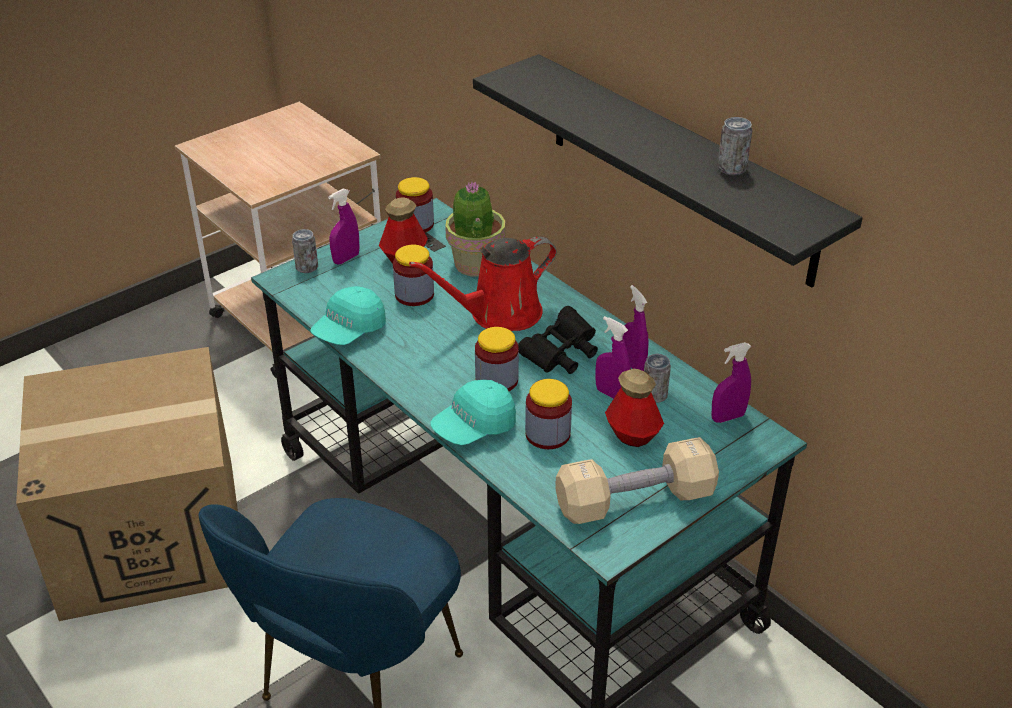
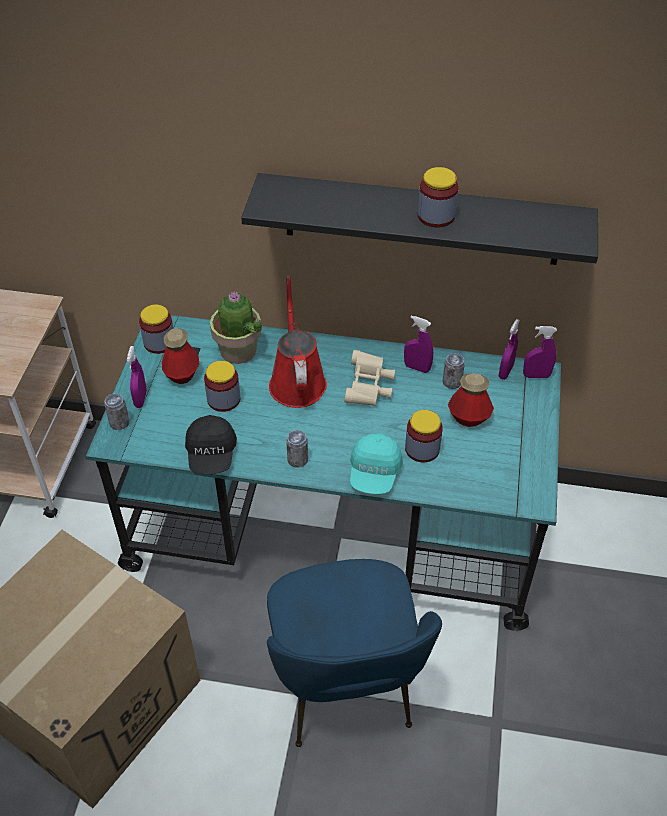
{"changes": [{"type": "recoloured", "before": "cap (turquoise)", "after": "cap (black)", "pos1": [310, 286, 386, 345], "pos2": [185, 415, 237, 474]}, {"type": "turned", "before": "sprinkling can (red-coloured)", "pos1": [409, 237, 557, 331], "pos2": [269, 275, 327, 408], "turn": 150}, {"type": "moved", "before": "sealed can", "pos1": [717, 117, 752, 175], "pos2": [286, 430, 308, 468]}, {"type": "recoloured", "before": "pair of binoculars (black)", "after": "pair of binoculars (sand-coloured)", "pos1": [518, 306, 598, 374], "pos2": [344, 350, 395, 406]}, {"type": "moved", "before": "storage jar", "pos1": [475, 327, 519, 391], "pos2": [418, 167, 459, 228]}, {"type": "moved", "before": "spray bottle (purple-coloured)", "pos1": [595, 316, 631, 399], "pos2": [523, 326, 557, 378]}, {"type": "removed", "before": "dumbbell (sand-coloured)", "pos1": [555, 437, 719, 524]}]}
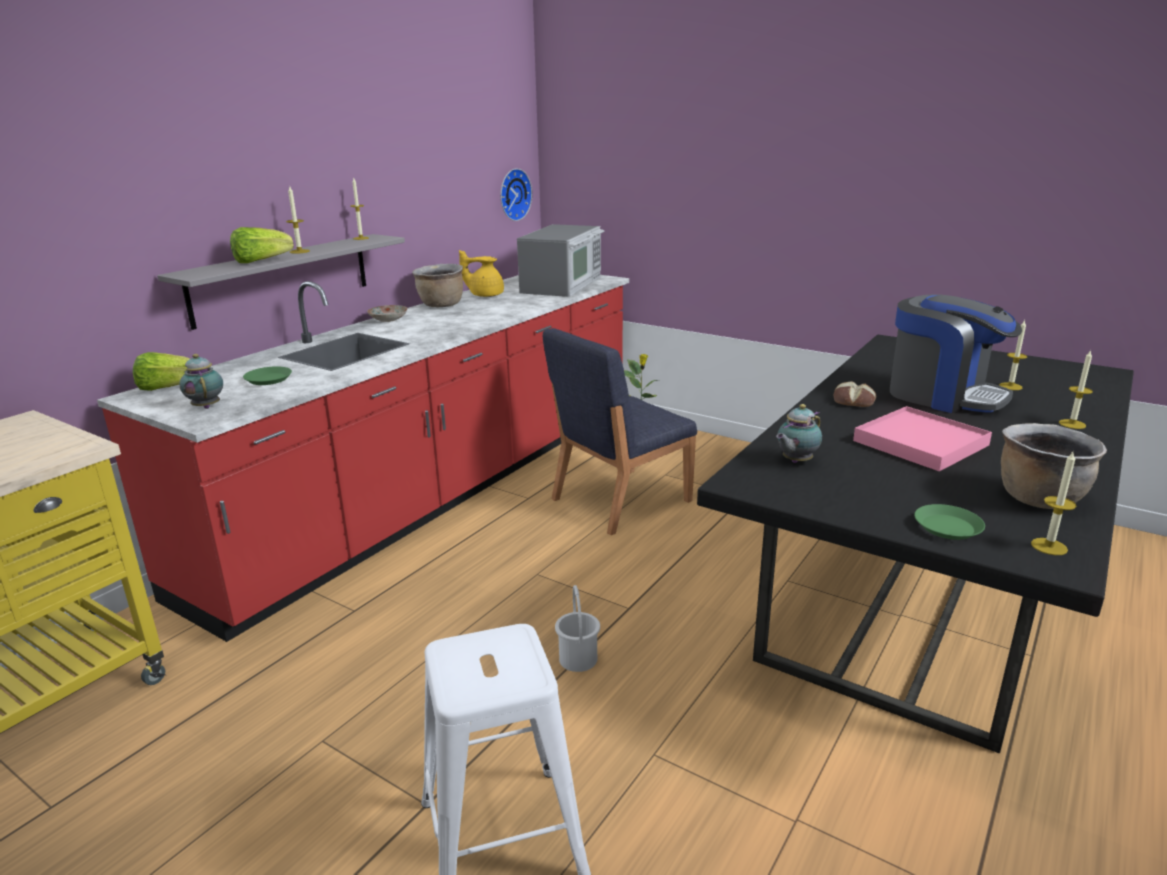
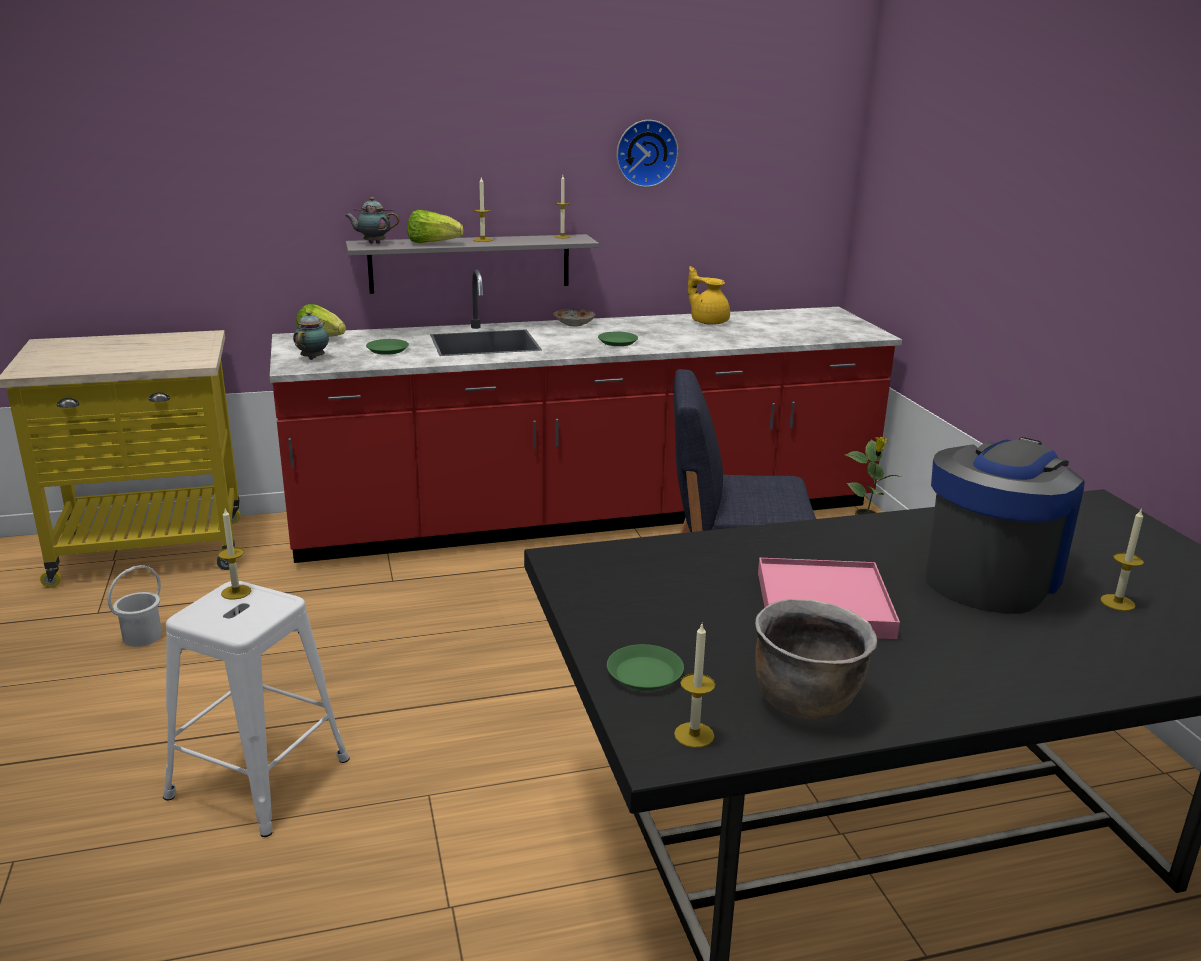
{"changes": [{"type": "moved", "before": "water bucket (white)", "pos1": [555, 585, 600, 672], "pos2": [107, 565, 162, 647]}, {"type": "moved", "before": "wax light", "pos1": [1059, 350, 1093, 429], "pos2": [218, 509, 251, 600]}, {"type": "moved", "before": "pot for tea", "pos1": [776, 404, 822, 463], "pos2": [345, 197, 399, 244]}, {"type": "added", "after": "flat dish (green-coloured)", "pos2": [598, 332, 638, 346]}, {"type": "moved", "before": "wall clock", "pos1": [500, 168, 532, 221], "pos2": [616, 120, 678, 187]}, {"type": "turned", "before": "coffee maker", "pos1": [890, 294, 1022, 413], "pos2": [925, 437, 1085, 614], "turn": -135}, {"type": "removed", "before": "stockpot (brownish)", "pos1": [412, 264, 463, 307]}, {"type": "removed", "before": "microwave oven", "pos1": [517, 224, 604, 297]}, {"type": "removed", "before": "bakery bread", "pos1": [834, 381, 876, 407]}]}
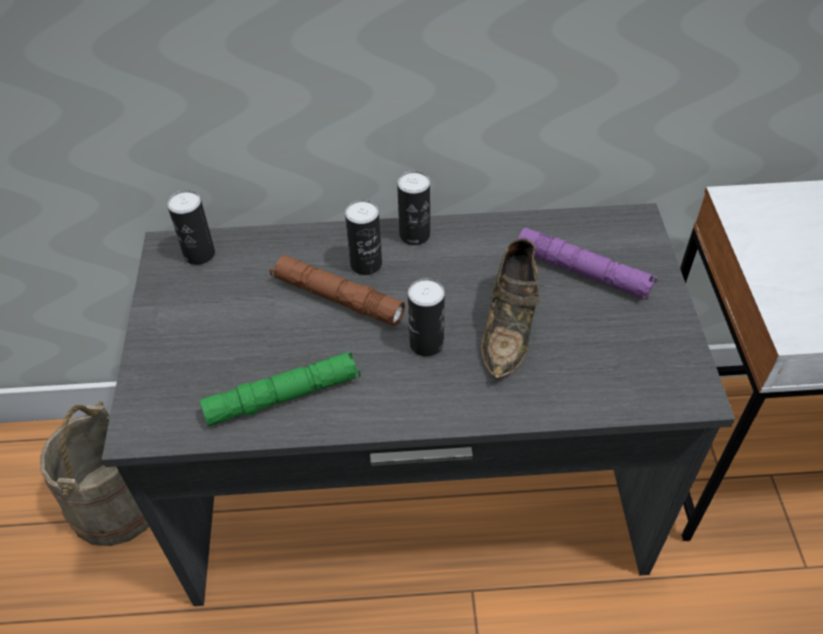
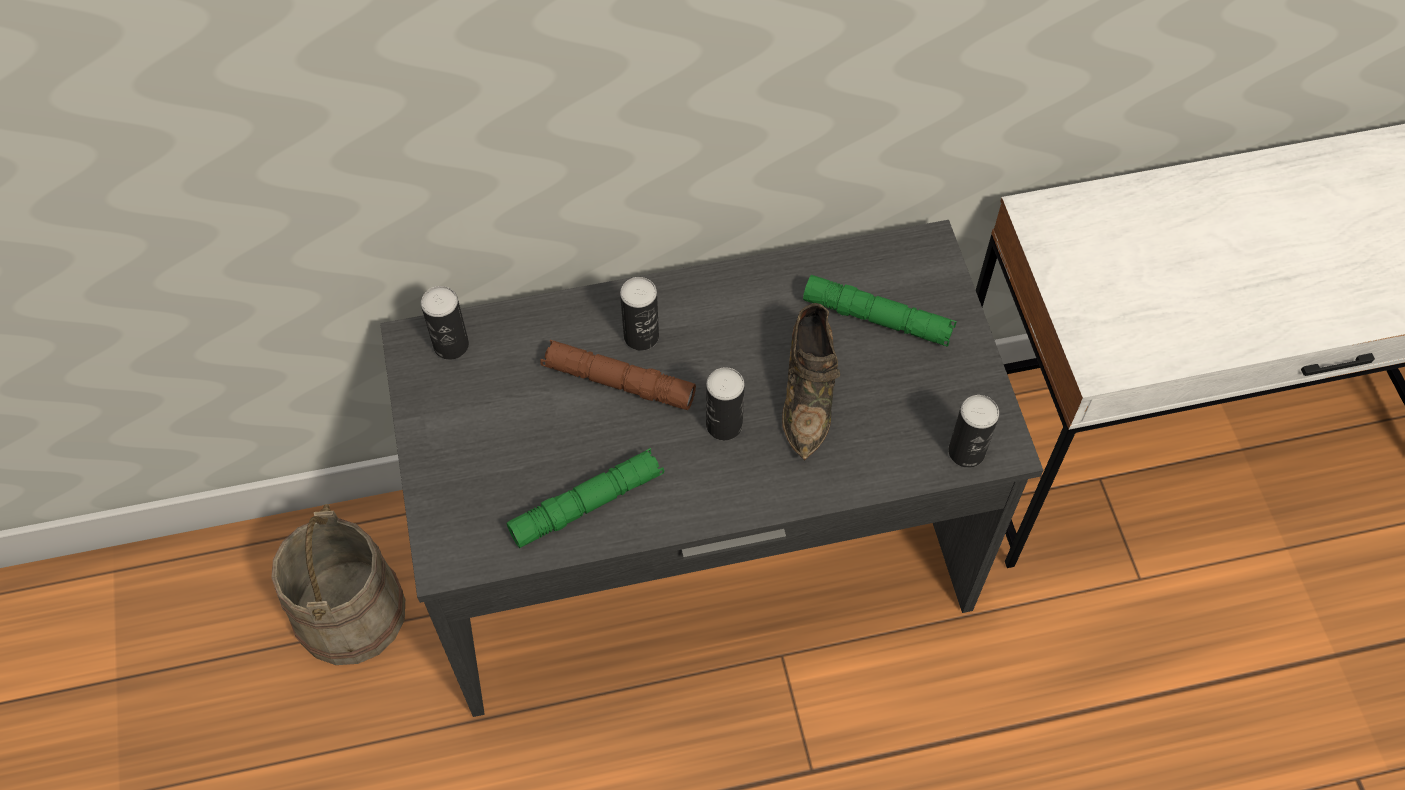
{"changes": [{"type": "recoloured", "before": "flashlight (purple-coloured)", "after": "flashlight (green-coloured)", "pos1": [518, 228, 657, 300], "pos2": [803, 275, 957, 347]}, {"type": "moved", "before": "sealed can", "pos1": [397, 171, 430, 245], "pos2": [948, 395, 999, 468]}]}
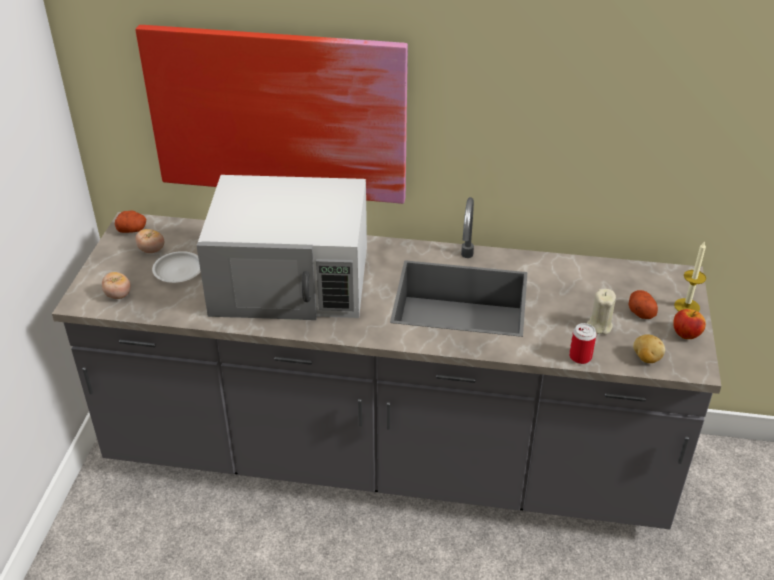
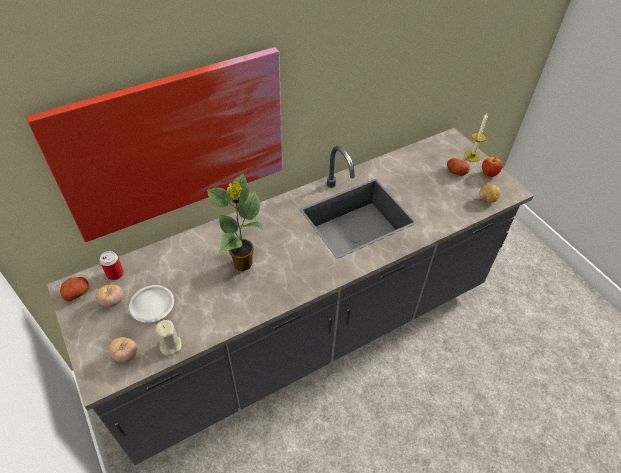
{"changes": [{"type": "moved", "before": "sealed can", "pos1": [569, 323, 596, 364], "pos2": [99, 251, 124, 280]}, {"type": "moved", "before": "wax light (sand-coloured)", "pos1": [587, 289, 616, 334], "pos2": [156, 320, 182, 356]}, {"type": "replaced", "before": "microwave oven (white)", "after": "potted plant", "pos1": [196, 175, 367, 320], "pos2": [207, 173, 264, 271]}]}
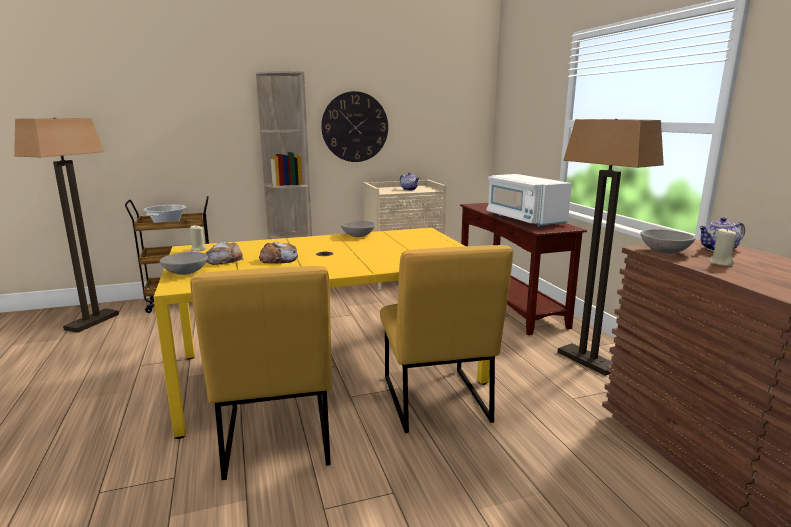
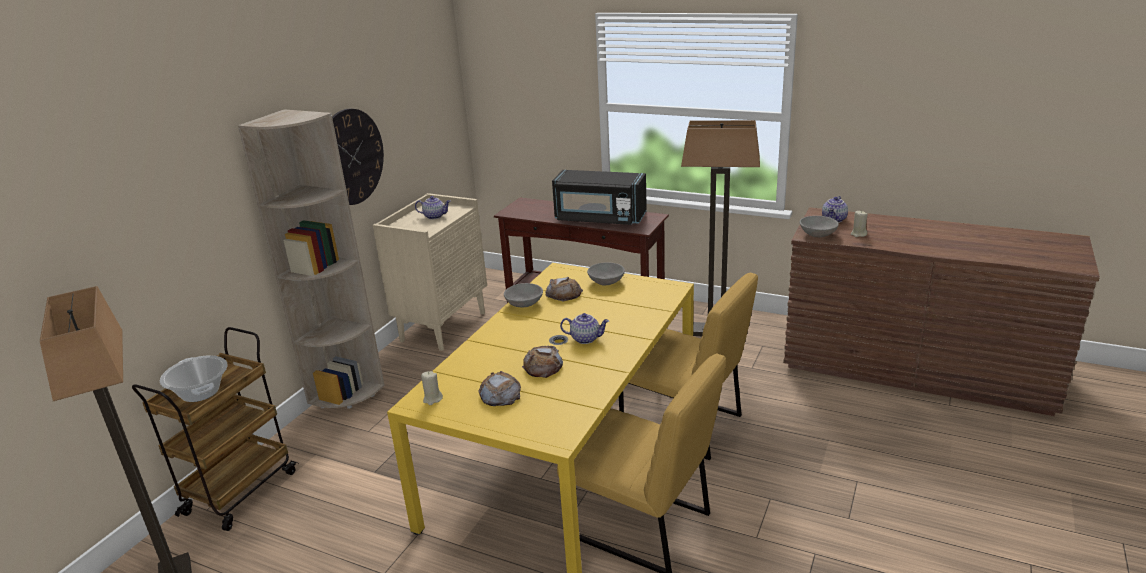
{"changes": [{"type": "added", "after": "bakery bread", "pos2": [545, 277, 583, 302]}, {"type": "recoloured", "before": "microwave oven (white)", "after": "microwave oven (black)", "pos1": [486, 174, 572, 227], "pos2": [552, 170, 647, 225]}, {"type": "added", "after": "pot for tea", "pos2": [560, 313, 609, 344]}, {"type": "moved", "before": "deep dish (gray)", "pos1": [160, 252, 208, 275], "pos2": [587, 262, 625, 285]}]}
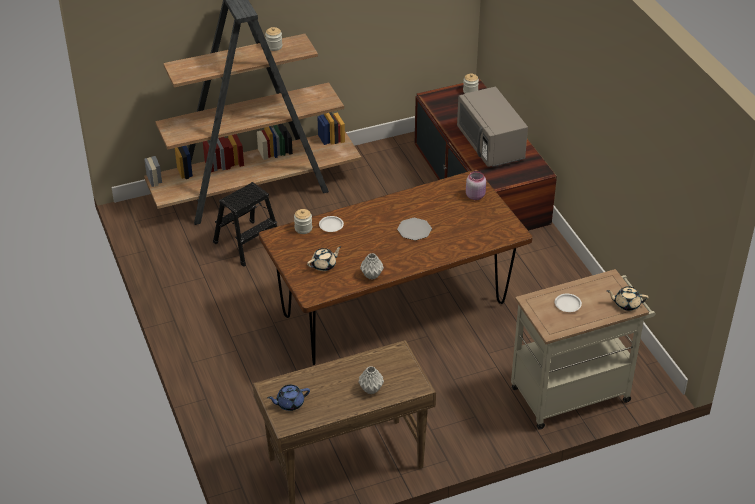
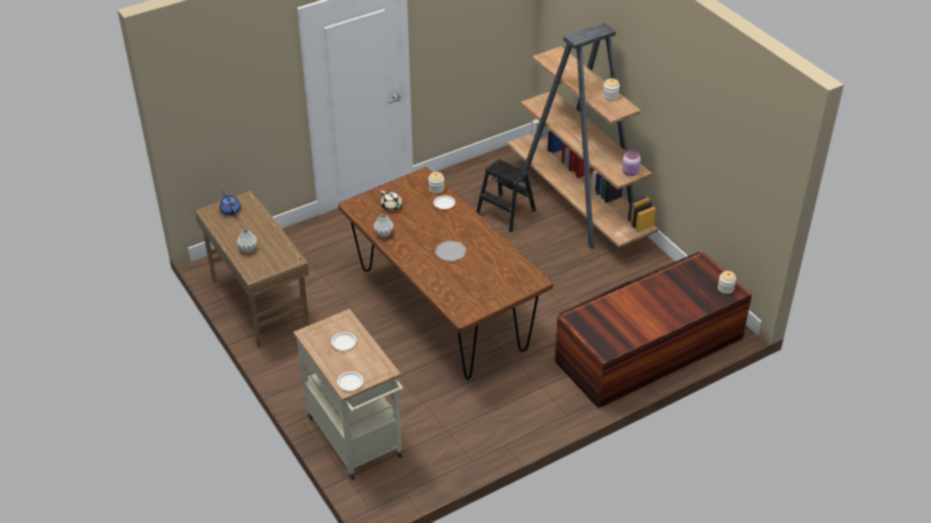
{"changes": [{"type": "replaced", "before": "pot for tea (sand-coloured)", "after": "flat dish (white)", "pos1": [607, 286, 649, 311], "pos2": [337, 372, 363, 391]}, {"type": "moved", "before": "storage jar (pinkish)", "pos1": [466, 171, 486, 200], "pos2": [622, 150, 641, 176]}, {"type": "removed", "before": "microwave oven (gray)", "pos1": [457, 87, 528, 167]}]}
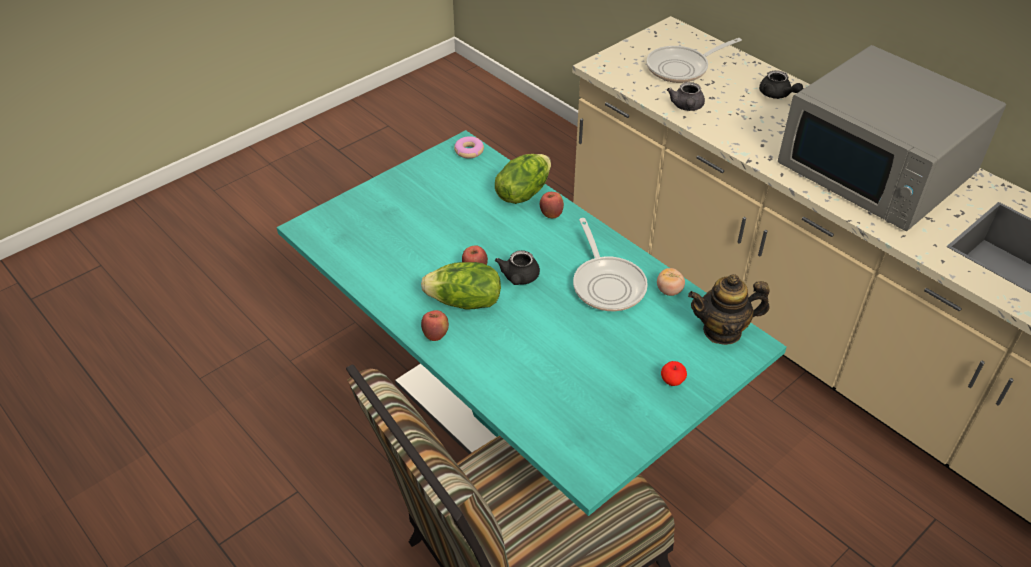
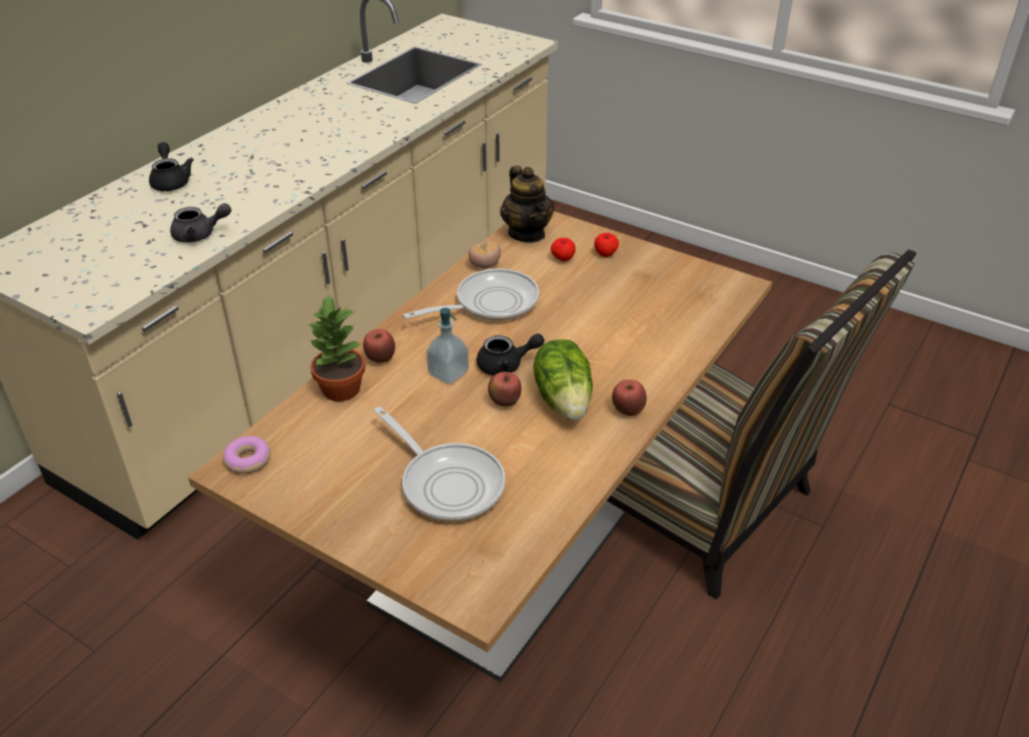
{"changes": [{"type": "turned", "before": "pot for tea (black)", "pos1": [759, 70, 803, 99], "pos2": [149, 142, 194, 191], "turn": -60}, {"type": "recoloured", "before": "dining table (turquoise)", "after": "dining table (brownish)", "pos1": [277, 130, 787, 516], "pos2": [188, 211, 772, 682]}, {"type": "replaced", "before": "head of lettuce", "after": "potted plant", "pos1": [495, 154, 551, 204], "pos2": [306, 294, 365, 401]}, {"type": "moved", "before": "pan", "pos1": [647, 38, 742, 83], "pos2": [374, 407, 505, 522]}, {"type": "added", "after": "soap bottle", "pos2": [426, 308, 469, 385]}, {"type": "added", "after": "apple", "pos2": [551, 238, 575, 261]}, {"type": "removed", "before": "microwave oven (gray)", "pos1": [778, 45, 1006, 231]}]}
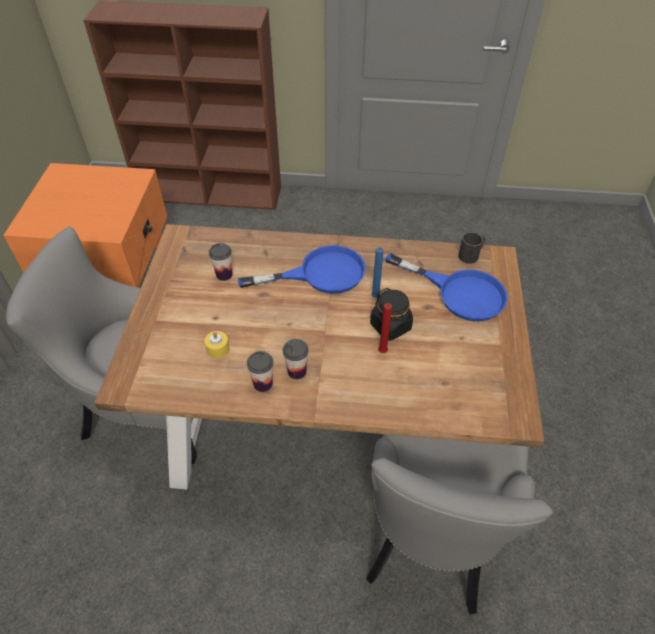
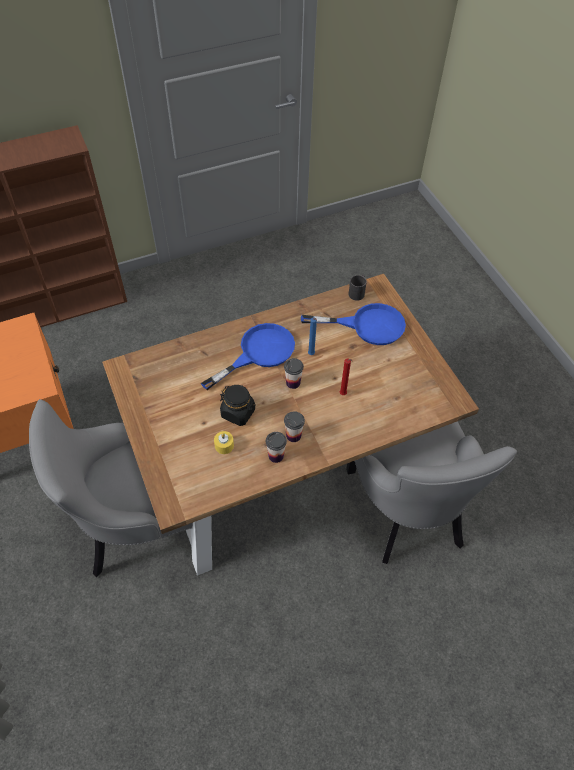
{"changes": [{"type": "moved", "before": "storage jar (black)", "pos1": [370, 288, 413, 341], "pos2": [220, 385, 255, 426]}, {"type": "moved", "before": "drinking cup", "pos1": [209, 243, 233, 281], "pos2": [284, 358, 304, 389]}]}
